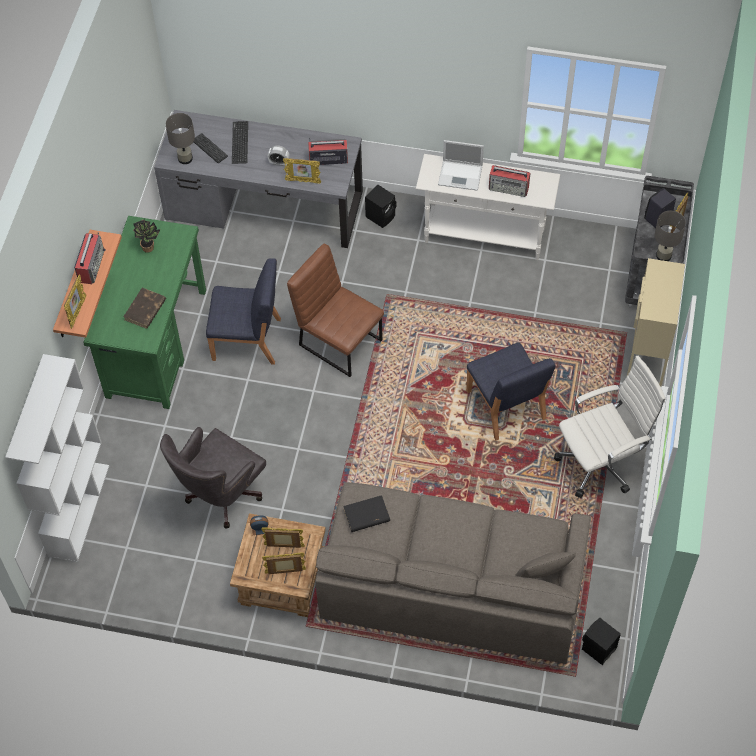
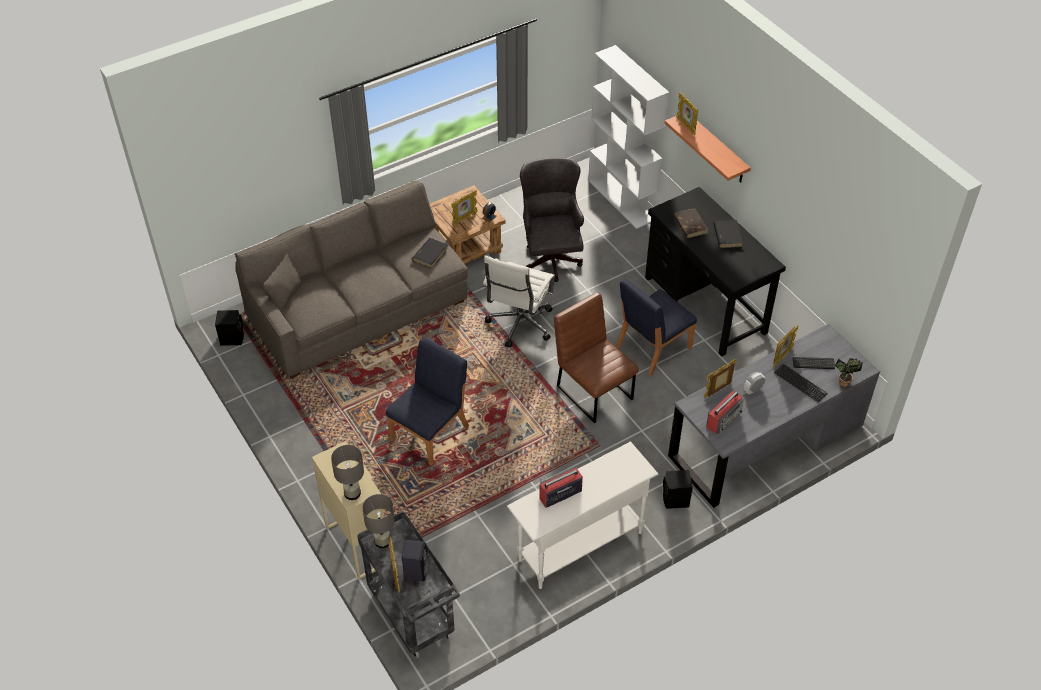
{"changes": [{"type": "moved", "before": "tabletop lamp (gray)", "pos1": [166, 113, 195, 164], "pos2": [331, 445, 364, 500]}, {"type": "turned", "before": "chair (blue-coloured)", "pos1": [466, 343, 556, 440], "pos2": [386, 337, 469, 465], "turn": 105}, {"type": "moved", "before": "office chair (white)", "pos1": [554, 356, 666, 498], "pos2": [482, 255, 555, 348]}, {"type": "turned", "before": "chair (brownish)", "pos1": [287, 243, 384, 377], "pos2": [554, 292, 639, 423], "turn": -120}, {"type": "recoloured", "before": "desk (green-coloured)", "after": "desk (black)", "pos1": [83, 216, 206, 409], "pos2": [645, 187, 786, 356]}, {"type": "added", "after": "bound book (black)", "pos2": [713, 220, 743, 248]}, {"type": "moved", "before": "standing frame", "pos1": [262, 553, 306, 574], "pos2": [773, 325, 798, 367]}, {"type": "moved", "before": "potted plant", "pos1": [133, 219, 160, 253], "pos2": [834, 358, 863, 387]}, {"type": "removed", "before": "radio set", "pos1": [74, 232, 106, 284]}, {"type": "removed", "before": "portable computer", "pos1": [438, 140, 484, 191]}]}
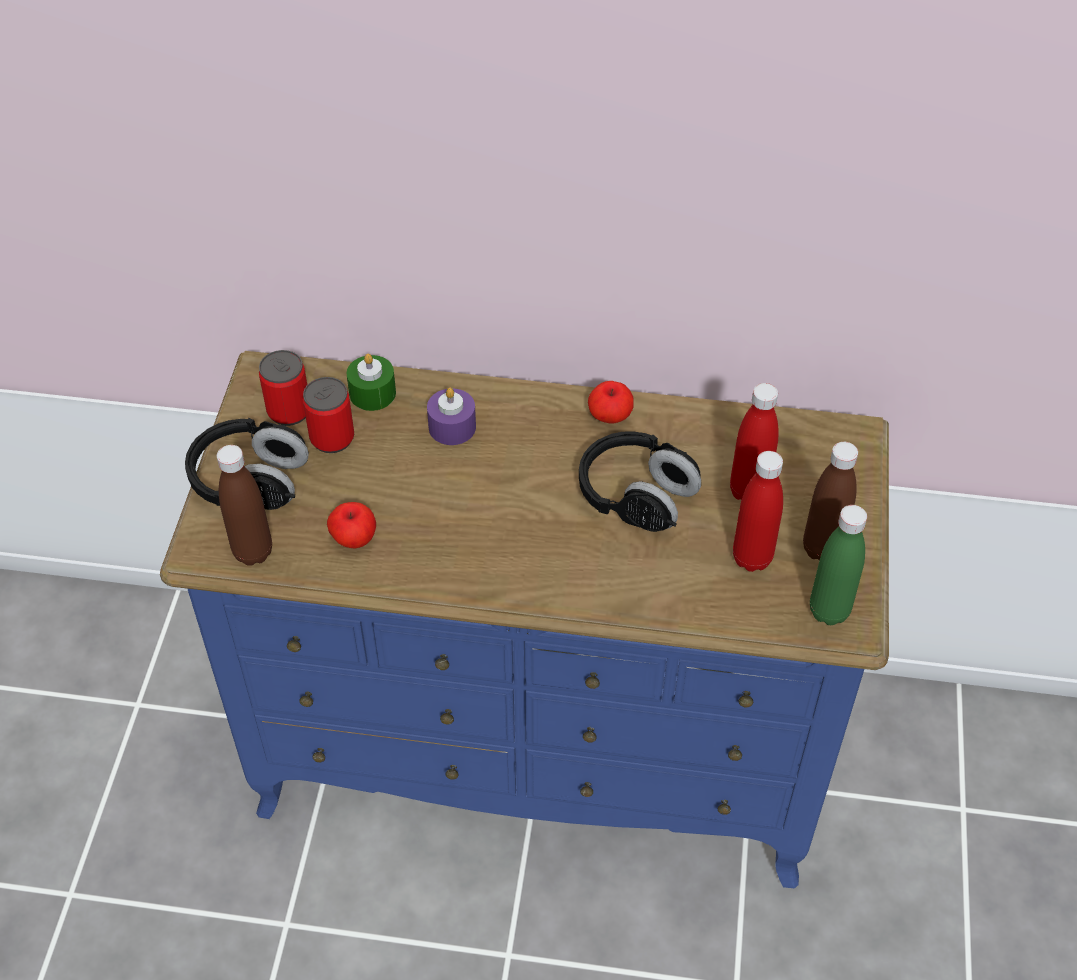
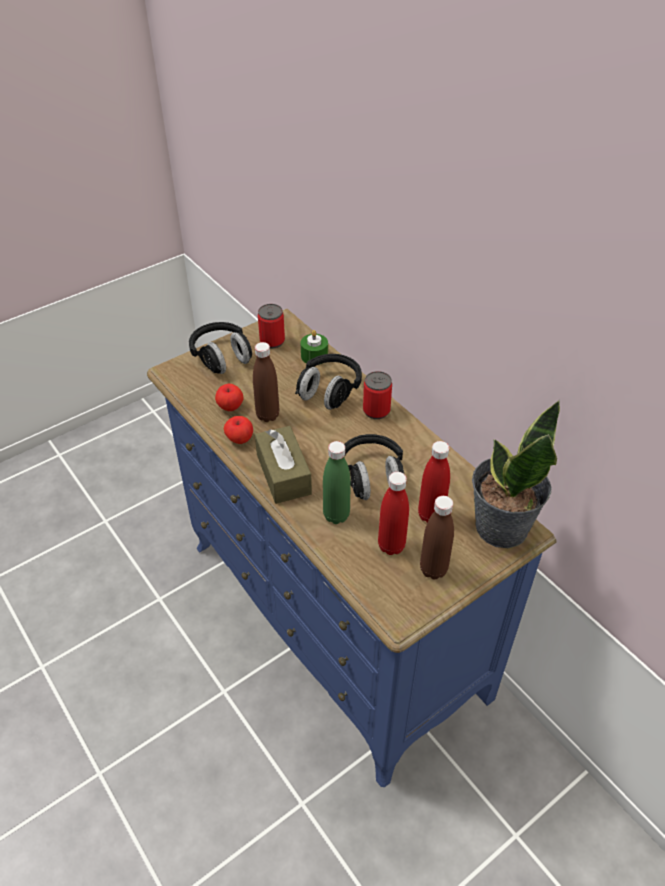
{"changes": [{"type": "moved", "before": "apple", "pos1": [588, 381, 634, 423], "pos2": [224, 416, 253, 444]}, {"type": "moved", "before": "bottle (brownish)", "pos1": [217, 445, 272, 566], "pos2": [253, 342, 279, 422]}, {"type": "added", "after": "tissue holder (brownish)", "pos2": [255, 426, 312, 504]}, {"type": "replaced", "before": "wax light (purple-coloured)", "after": "headphones (black)", "pos1": [427, 388, 476, 445], "pos2": [295, 354, 362, 410]}, {"type": "moved", "before": "bottle (green-coloured)", "pos1": [810, 505, 867, 625], "pos2": [323, 441, 351, 524]}, {"type": "moved", "before": "sealed can", "pos1": [303, 377, 354, 453], "pos2": [363, 371, 392, 419]}, {"type": "added", "after": "potted plant", "pos2": [472, 401, 560, 548]}]}
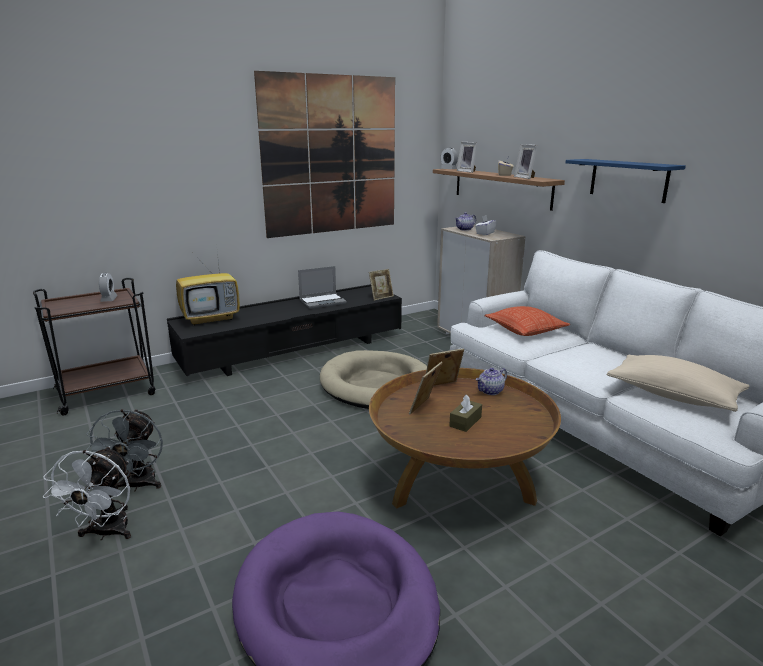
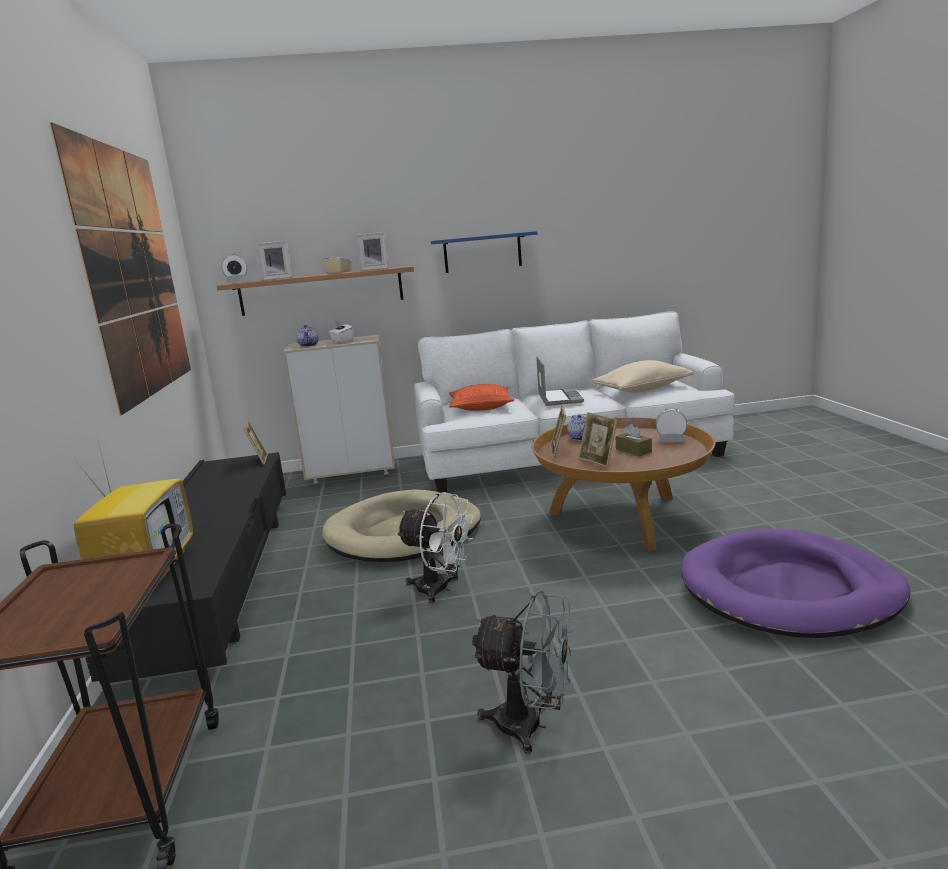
{"changes": [{"type": "moved", "before": "electric fan (white)", "pos1": [43, 446, 131, 540], "pos2": [396, 492, 474, 603]}, {"type": "moved", "before": "portable computer", "pos1": [298, 266, 347, 309], "pos2": [536, 356, 584, 406]}, {"type": "moved", "before": "bedside clock", "pos1": [99, 273, 118, 302], "pos2": [656, 408, 687, 442]}]}
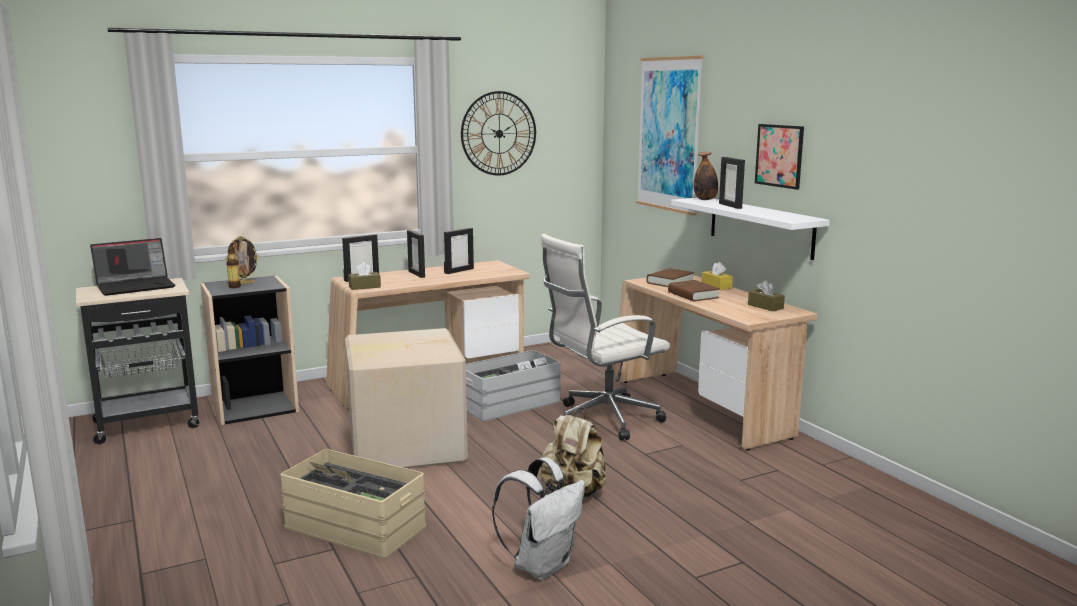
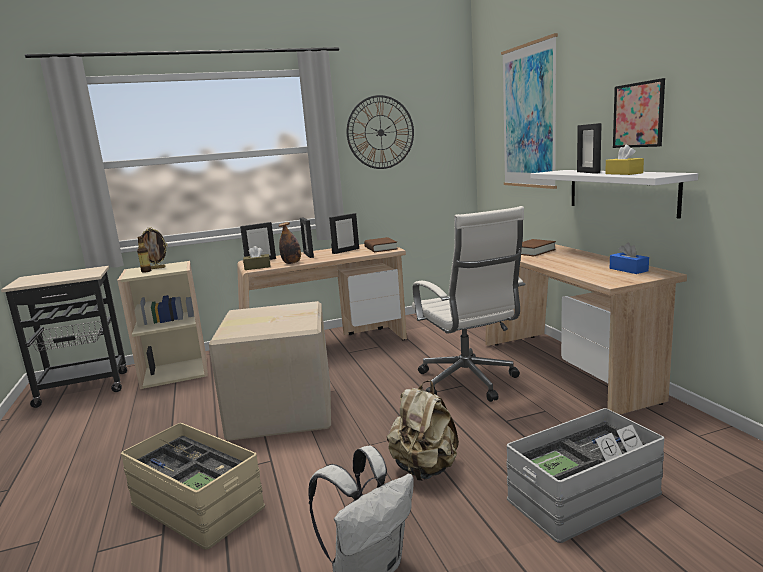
{"changes": [{"type": "recoloured", "before": "bookcase (black)", "after": "bookcase (sand-coloured)", "pos1": [200, 275, 299, 425], "pos2": [117, 261, 208, 389]}, {"type": "moved", "before": "bottle", "pos1": [694, 152, 718, 200], "pos2": [278, 222, 301, 264]}, {"type": "moved", "before": "bound book (brownish)", "pos1": [668, 280, 720, 301], "pos2": [364, 237, 398, 252]}, {"type": "turned", "before": "office chair (white)", "pos1": [541, 234, 670, 440], "pos2": [412, 206, 525, 402], "turn": -90}, {"type": "moved", "before": "storage box (gray)", "pos1": [466, 350, 561, 421], "pos2": [506, 408, 664, 543]}, {"type": "moved", "before": "tissue holder (yellowish)", "pos1": [702, 262, 733, 290], "pos2": [605, 145, 644, 175]}, {"type": "recoloured", "before": "tissue holder (brownish)", "after": "tissue holder (blue-coloured)", "pos1": [748, 280, 785, 311], "pos2": [610, 243, 649, 274]}, {"type": "removed", "before": "portable computer", "pos1": [90, 238, 175, 296]}]}
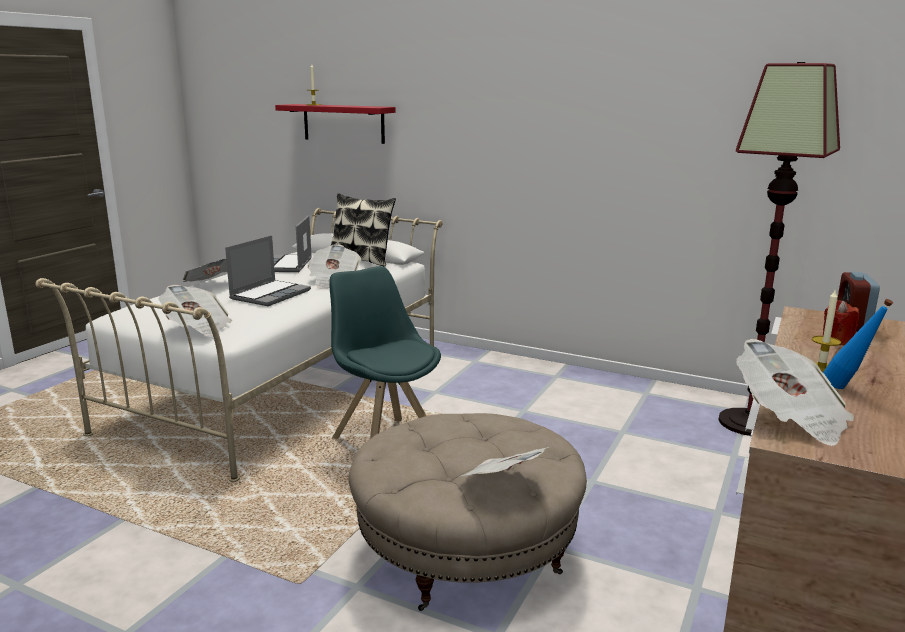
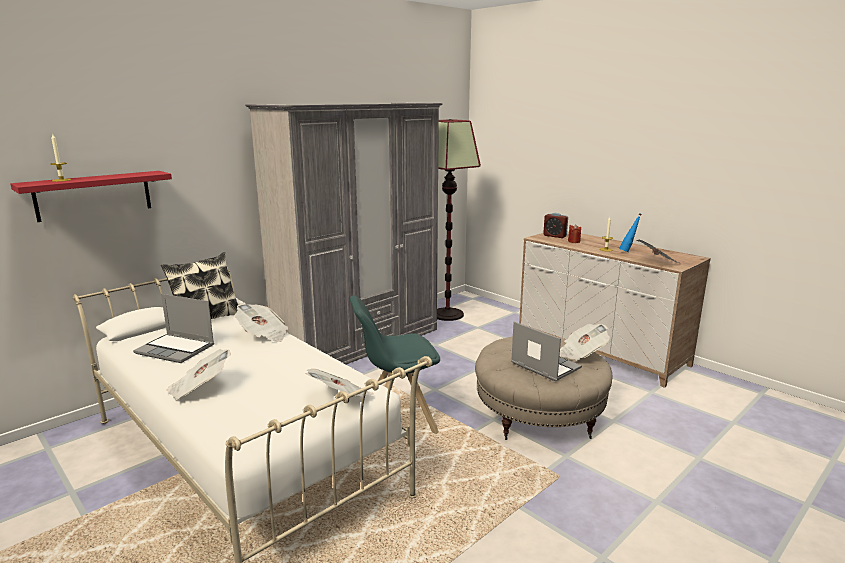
{"changes": [{"type": "added", "after": "clothes cupboard (gray)", "pos2": [245, 103, 443, 364]}, {"type": "moved", "before": "portable computer", "pos1": [225, 235, 311, 306], "pos2": [511, 322, 582, 381]}]}
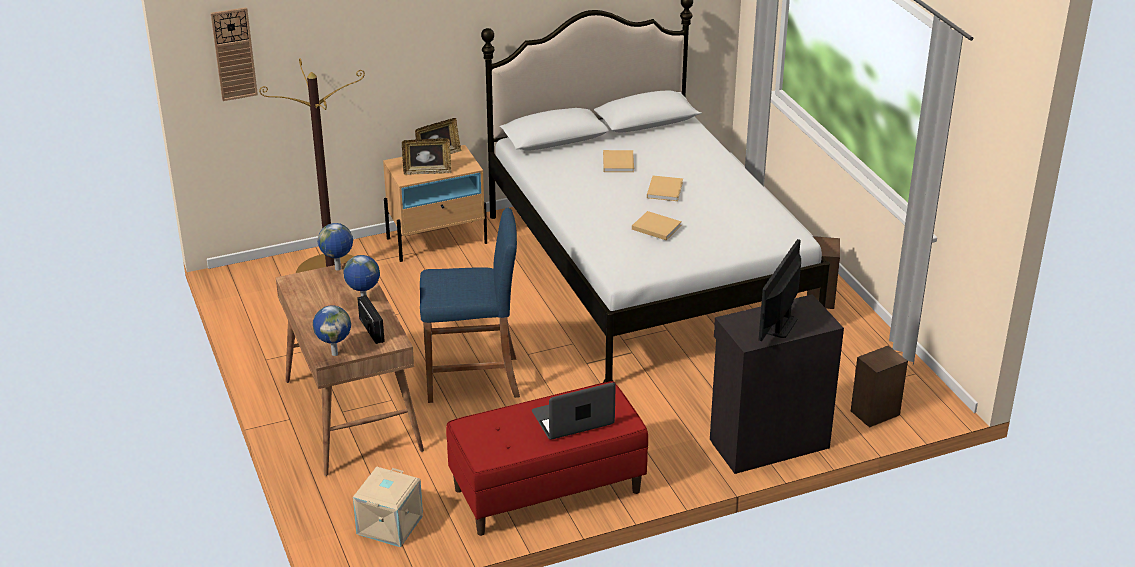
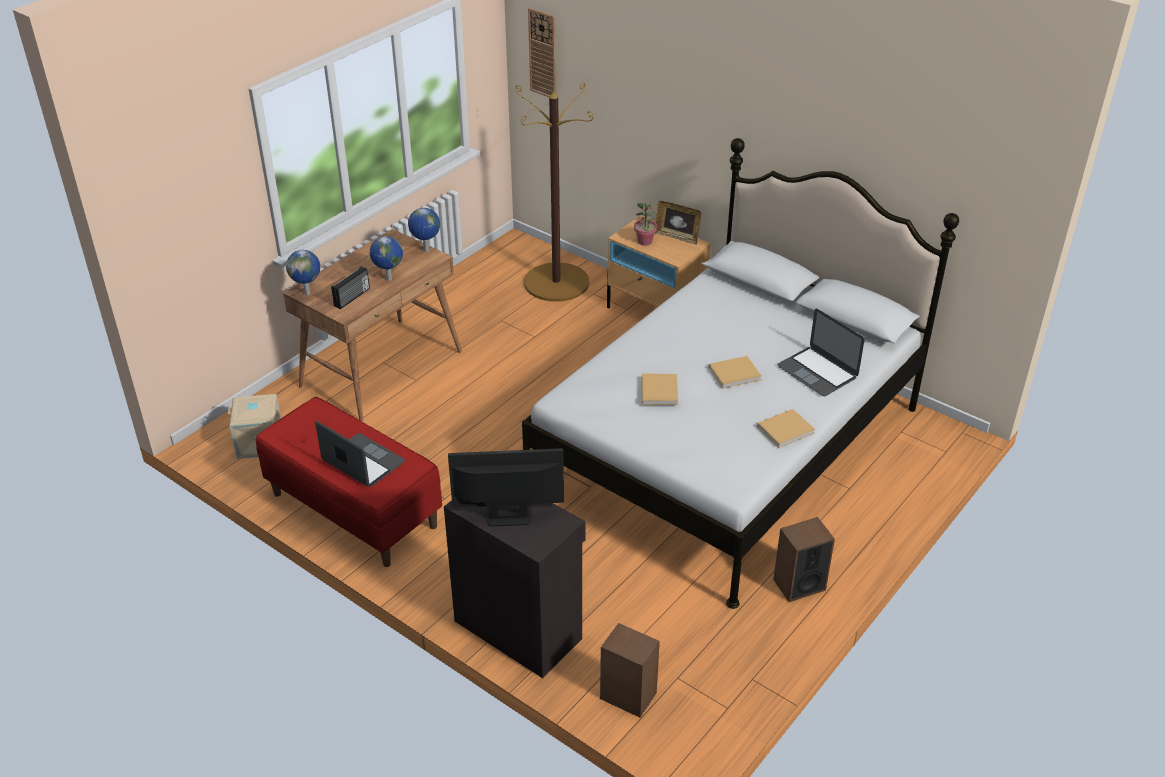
{"changes": [{"type": "replaced", "before": "standing frame", "after": "potted plant", "pos1": [402, 138, 451, 175], "pos2": [634, 202, 657, 246]}, {"type": "moved", "before": "bound book (sand-coloured)", "pos1": [603, 150, 634, 172], "pos2": [757, 409, 815, 448]}, {"type": "added", "after": "portable computer", "pos2": [777, 309, 865, 396]}, {"type": "removed", "before": "stool (blue-coloured)", "pos1": [420, 208, 520, 403]}]}
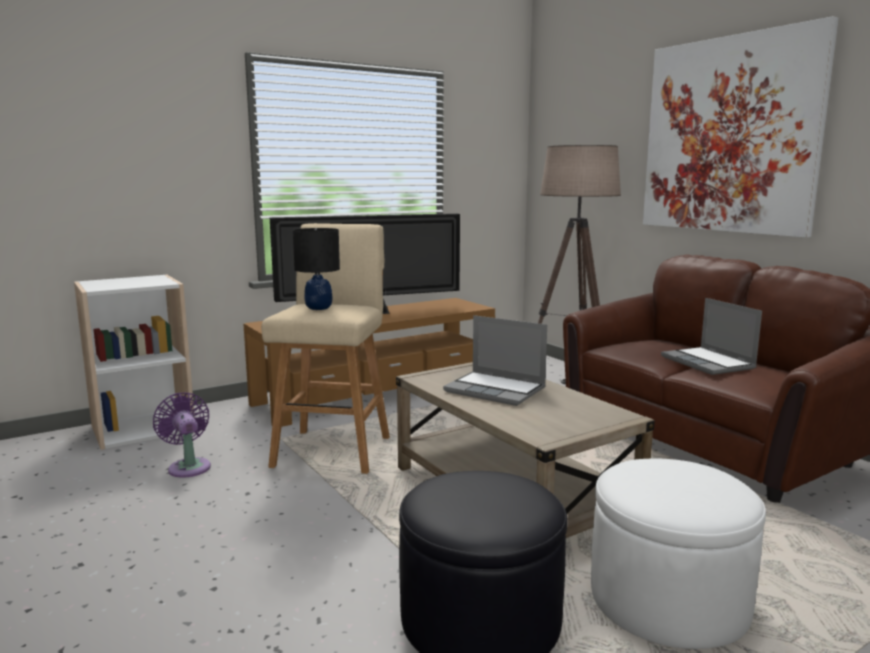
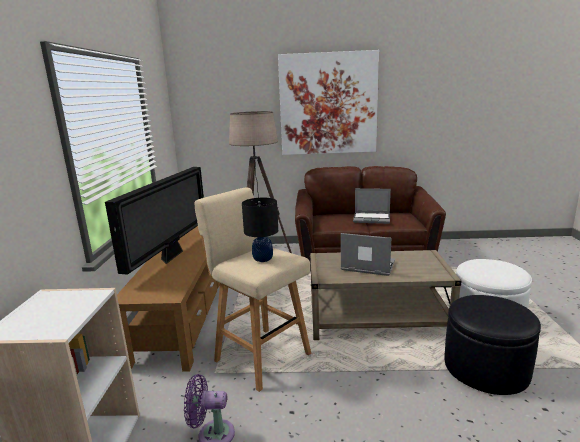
{"changes": [{"type": "turned", "before": "portable computer", "pos1": [443, 315, 547, 406], "pos2": [341, 233, 395, 276], "turn": -135}]}
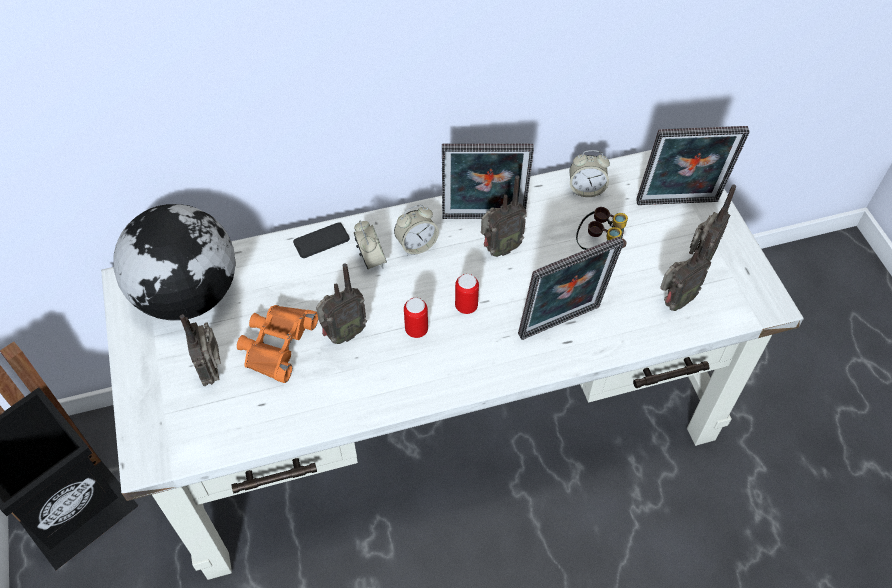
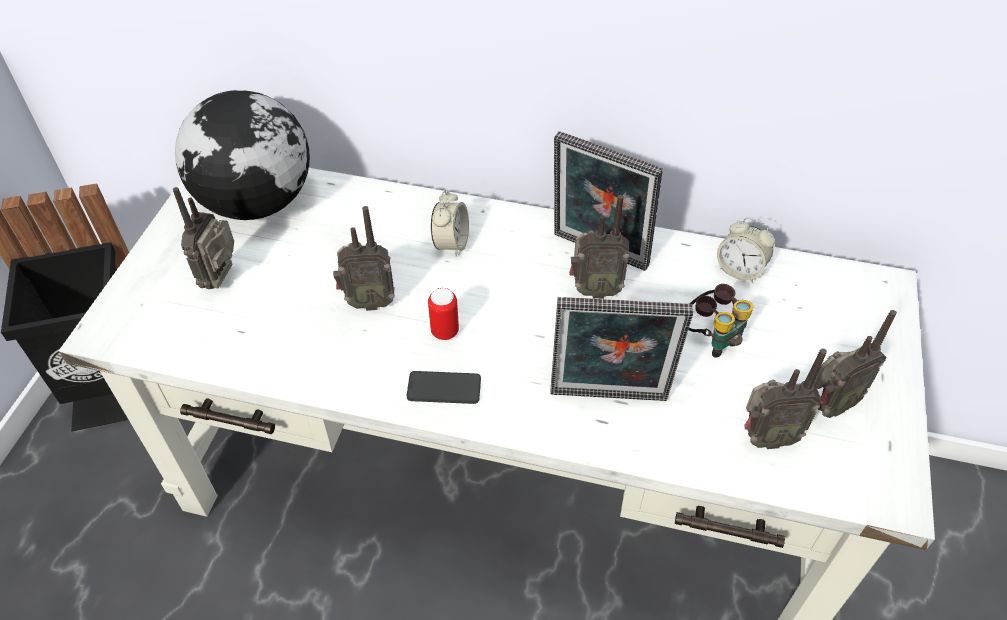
{"changes": [{"type": "moved", "before": "phone", "pos1": [293, 222, 350, 258], "pos2": [407, 371, 481, 404]}, {"type": "removed", "before": "pair of binoculars (orangey)", "pos1": [237, 305, 318, 383]}, {"type": "removed", "before": "bedside clock", "pos1": [394, 205, 439, 256]}, {"type": "removed", "before": "sealed can", "pos1": [455, 274, 479, 314]}, {"type": "removed", "before": "standing frame", "pos1": [636, 126, 749, 205]}]}
